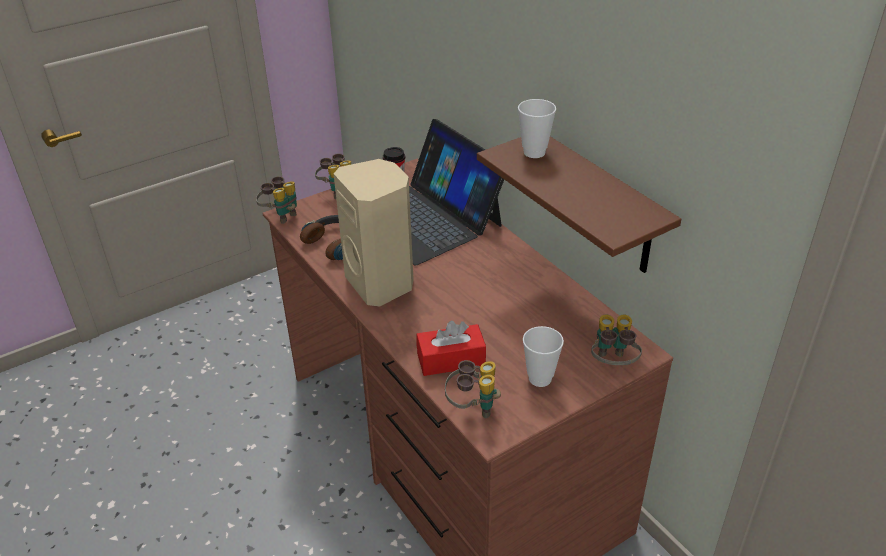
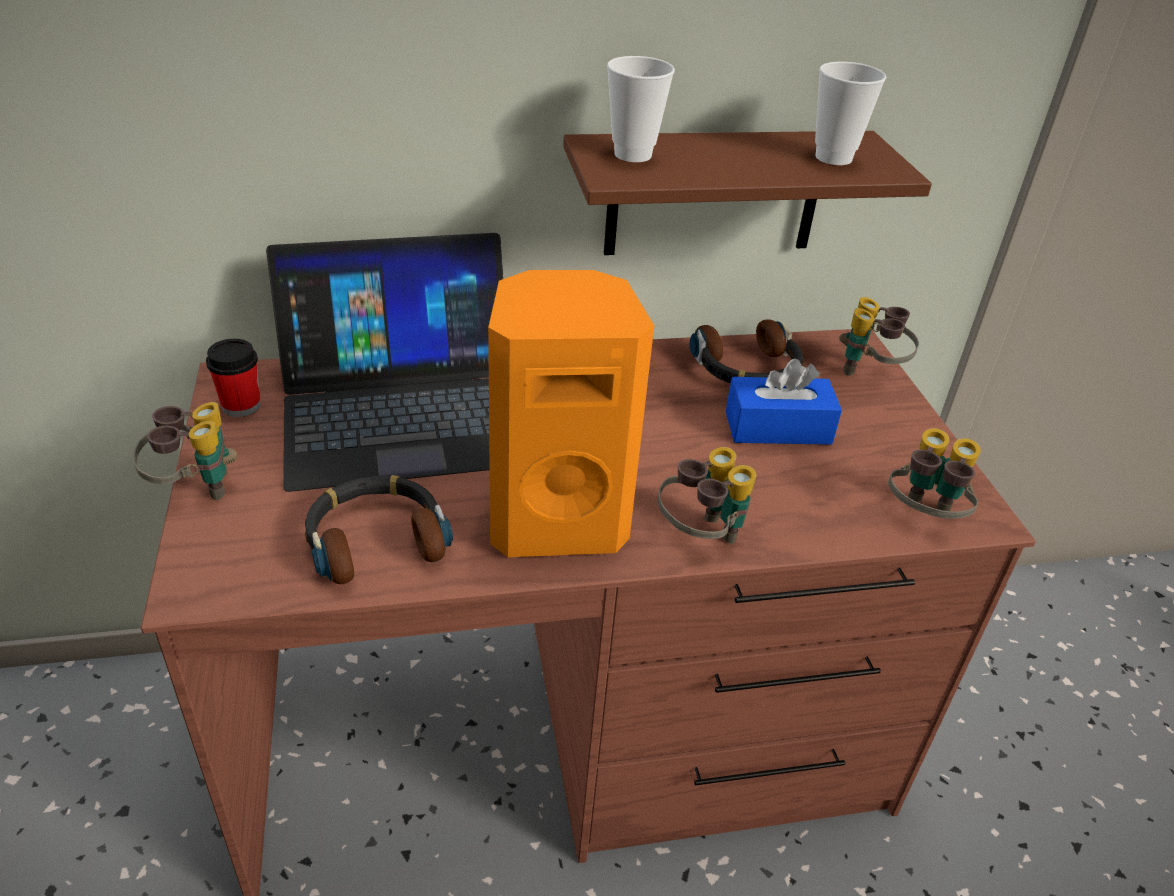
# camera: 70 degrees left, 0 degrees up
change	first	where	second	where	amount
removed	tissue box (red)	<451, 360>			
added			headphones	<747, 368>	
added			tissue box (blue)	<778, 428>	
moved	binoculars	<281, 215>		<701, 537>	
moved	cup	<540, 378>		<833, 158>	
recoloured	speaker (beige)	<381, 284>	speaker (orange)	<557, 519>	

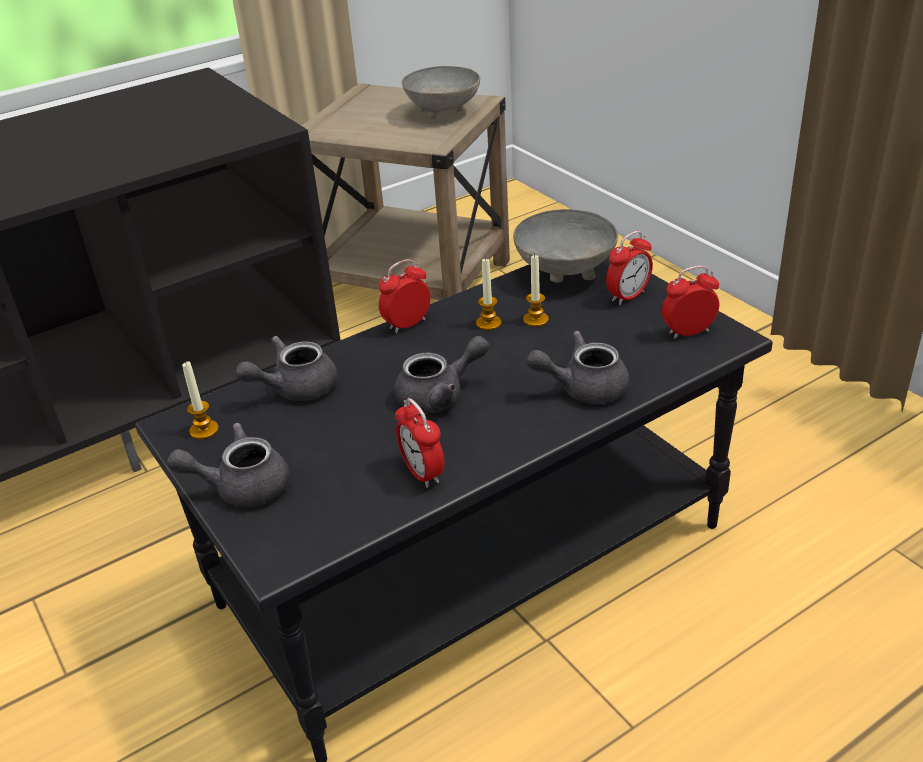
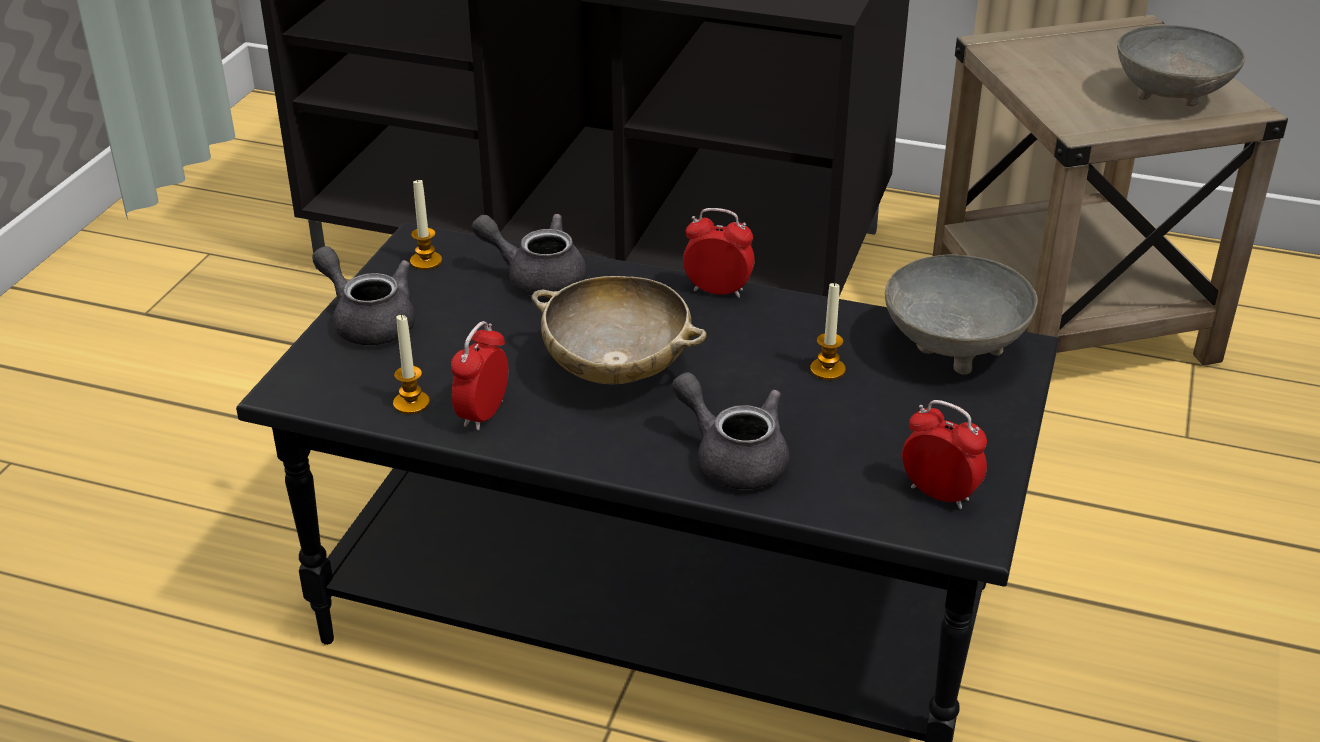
# camera: 50 degrees right, 0 degrees up
change	first	where	second	where	amount
removed	alarm clock	<628, 296>			
moved	candle	<488, 323>		<411, 403>	
replaced	teapot (grey)	<440, 395>	bowl (beige)	<617, 368>	

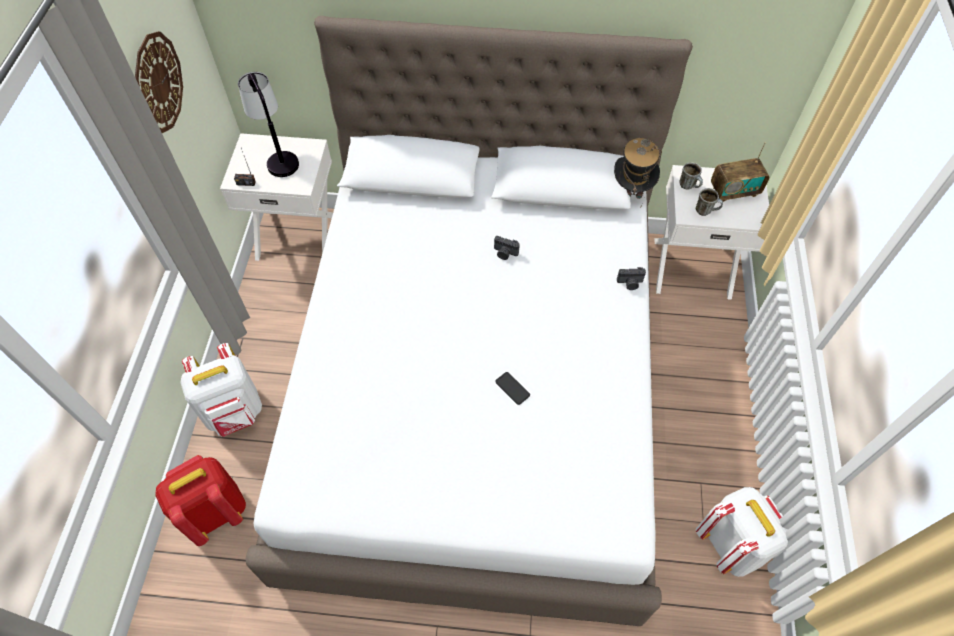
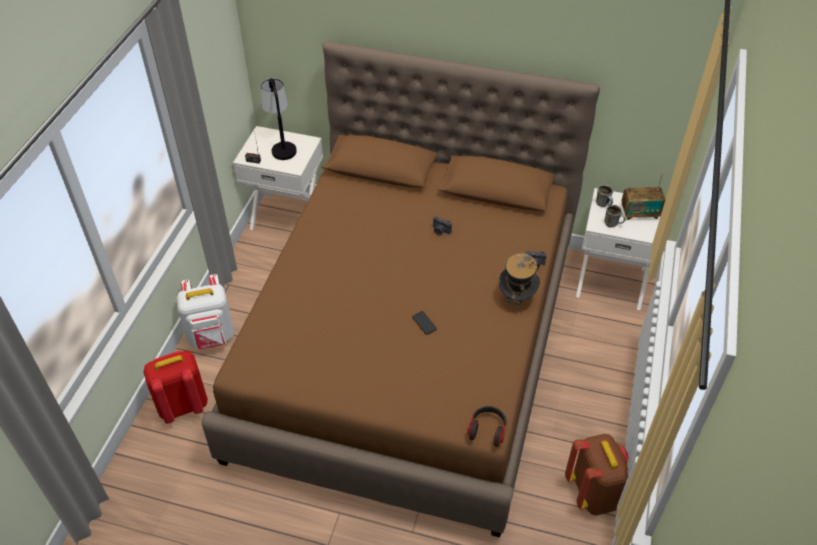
# camera: 10 degrees right, 10 degrees down
change	first	where	second	where	amount
removed	wall clock	<158, 82>			
added			headphones	<487, 430>	
moved	hat	<631, 190>		<516, 298>	
recoloured	bed (white)	<477, 389>	bed (brown)	<409, 347>	
recoloured	backpack (white)	<730, 544>	backpack (brown)	<595, 493>	

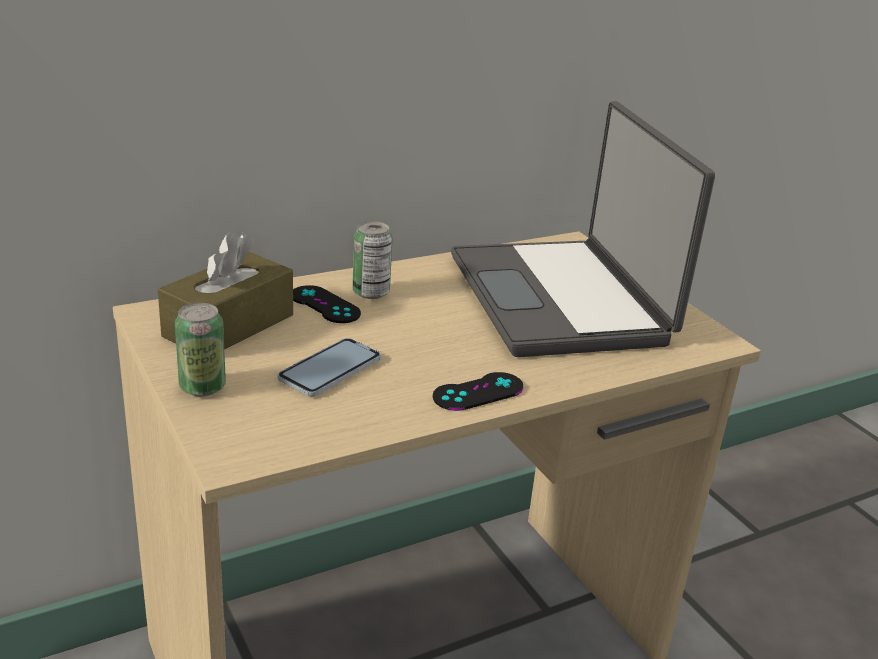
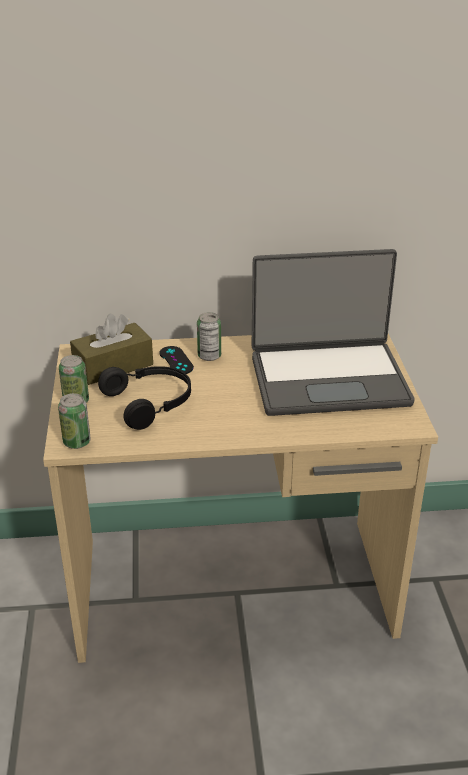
# camera: 25 degrees right, 5 degrees up
change	first	where	second	where	amount
removed	game controller (black)	<478, 392>			
added			can	<77, 442>	
replaced	phone	<330, 369>	headphones (black)	<150, 403>	
turned	laptop	<561, 299>		<328, 379>	105 degrees counterclockwise

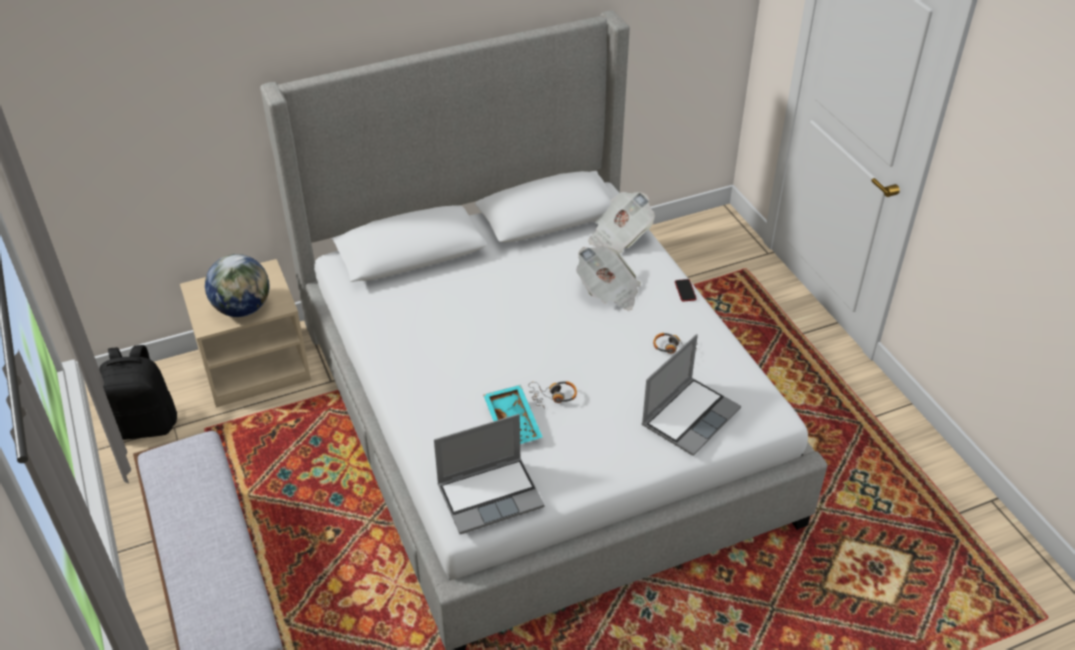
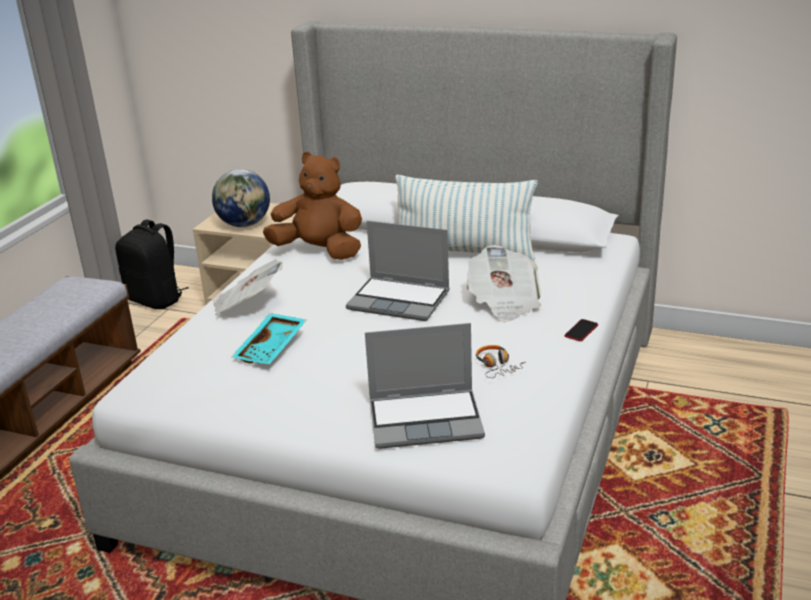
# camera: 45 degrees right, 15 degrees down
change	first	where	second	where	amount
removed	headphones	<553, 397>			
added			plush toy (brown)	<319, 251>	
added			pillow	<464, 253>	
moved	laptop	<491, 495>		<400, 300>	
moved	newspaper	<619, 236>		<247, 305>	

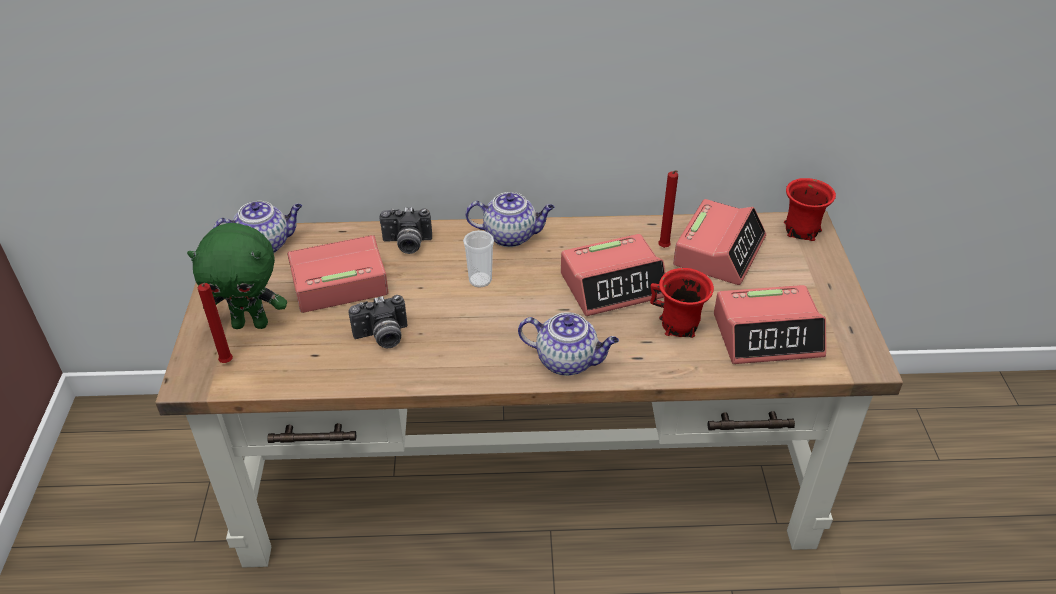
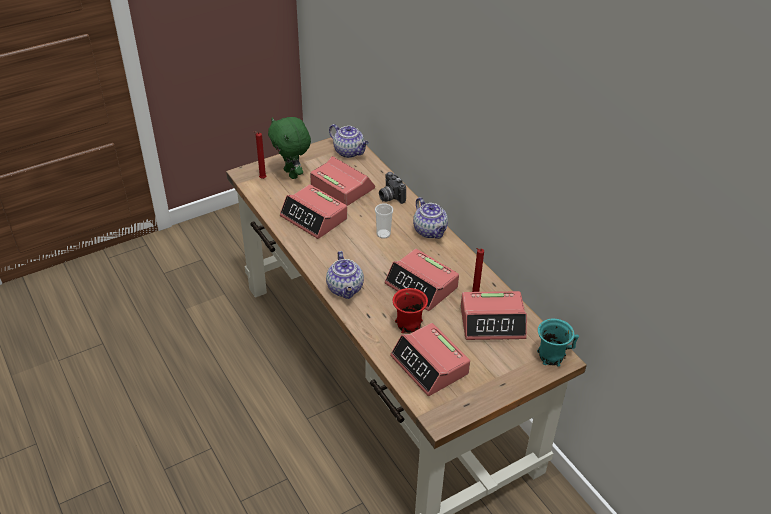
# camera: 60 degrees right, 0 degrees up
change	first	where	second	where	amount
replaced	photo camera	<382, 337>	alarm clock	<314, 218>	
recoloured	mug (red)	<800, 230>	mug (turquoise)	<551, 356>	

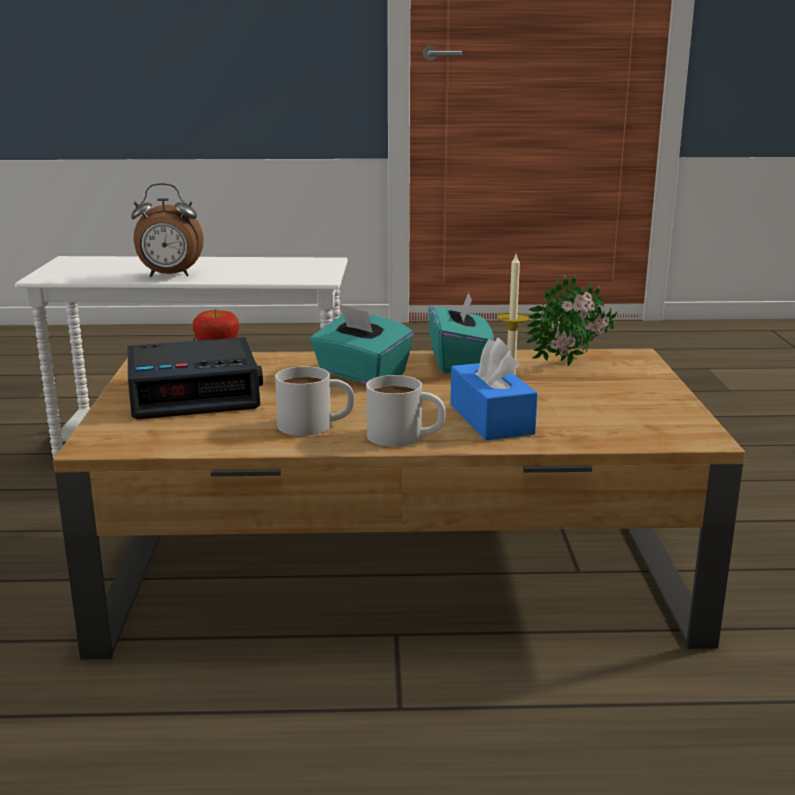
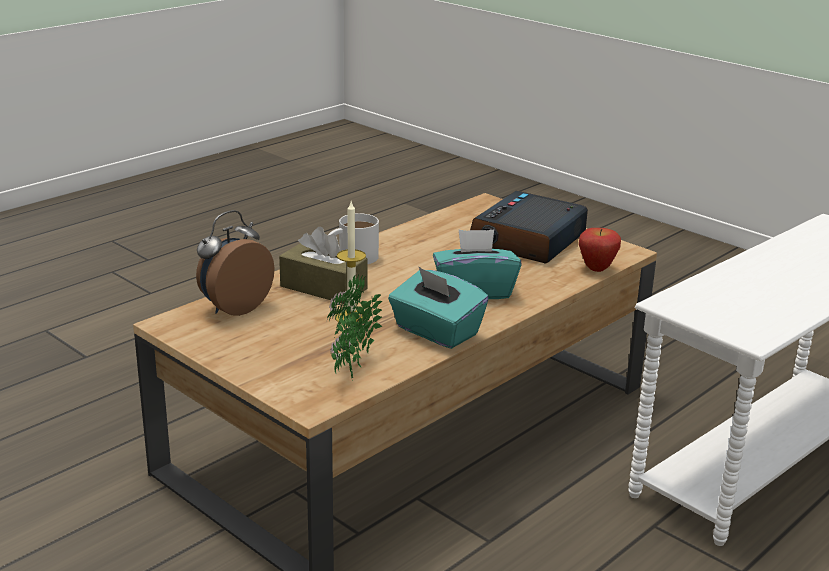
# camera: 135 degrees right, 5 degrees up
change	first	where	second	where	amount
removed	mug (white)	<316, 425>			
moved	alarm clock	<169, 276>		<234, 307>	
recoloured	tissue box (blue)	<491, 419>	tissue box (brown)	<323, 287>	

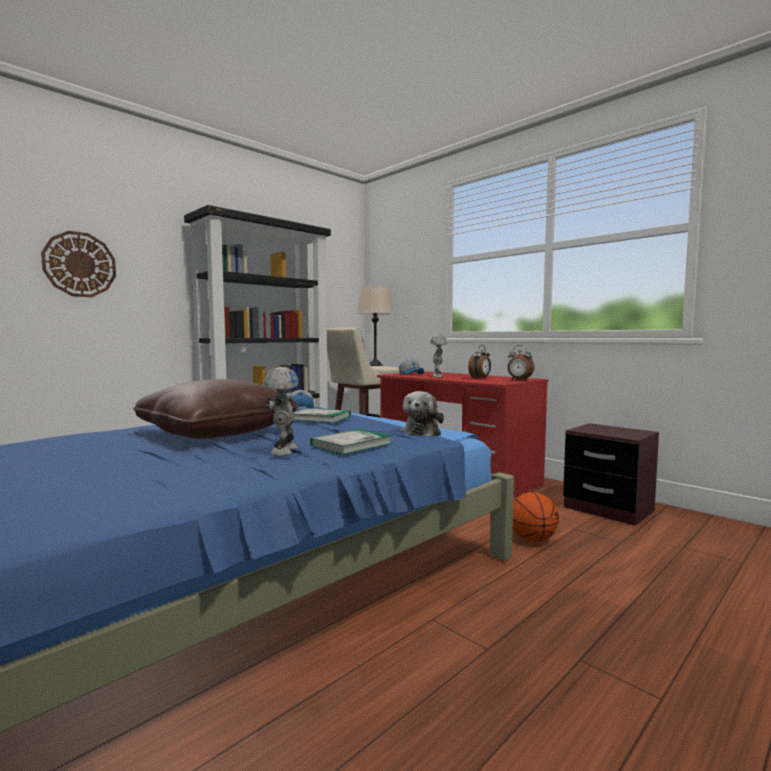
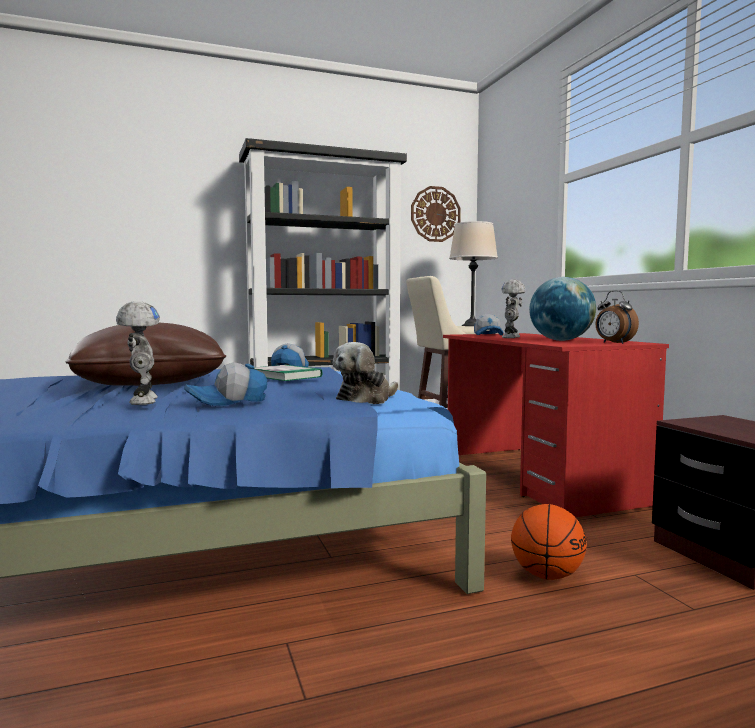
# camera: 25 degrees right, 0 degrees up
change	first	where	second	where	amount
moved	wall clock	<80, 264>		<435, 214>	
replaced	book	<351, 445>	cap	<228, 402>	
replaced	alarm clock	<480, 378>	globe	<561, 340>	
turned	toy robot	<282, 451>		<141, 401>	45 degrees counterclockwise

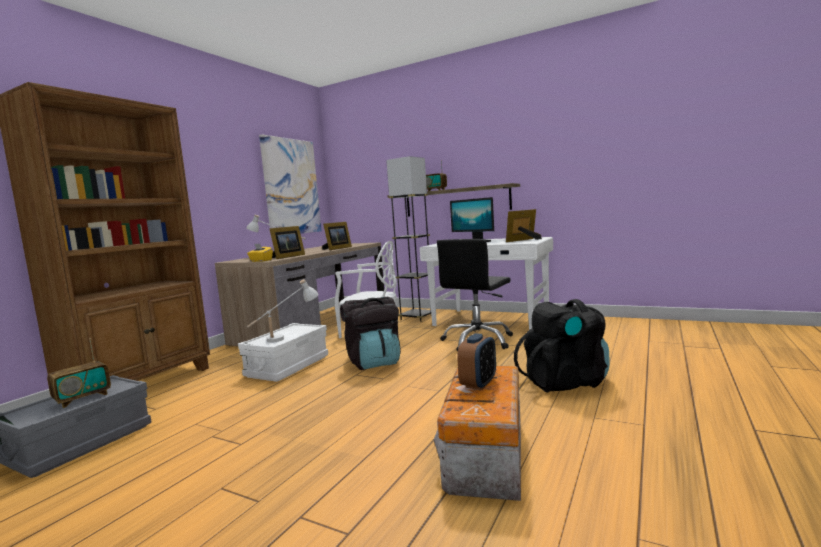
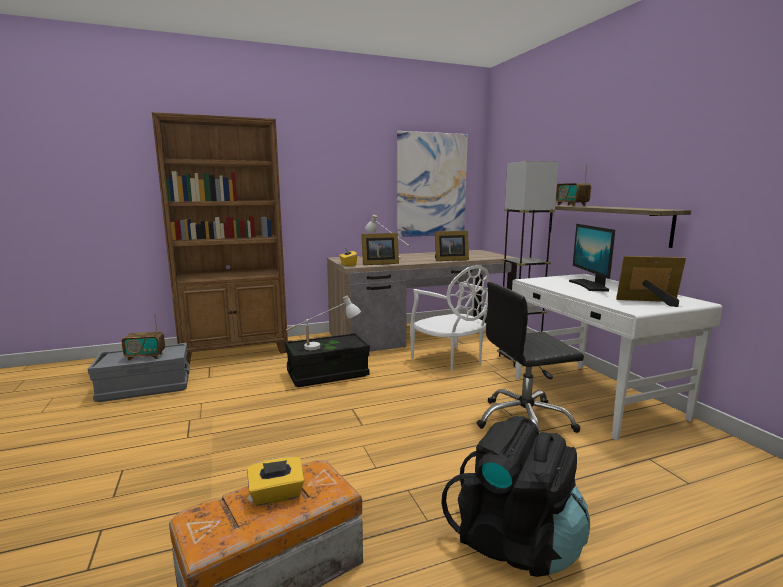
# camera: 40 degrees right, 5 degrees up
change	first	where	second	where	amount
removed	backpack (black)	<374, 362>			
replaced	alarm clock	<478, 384>	tissue box (yellow)	<277, 495>	
recoloured	storage box (white)	<288, 366>	storage box (black)	<327, 374>	

